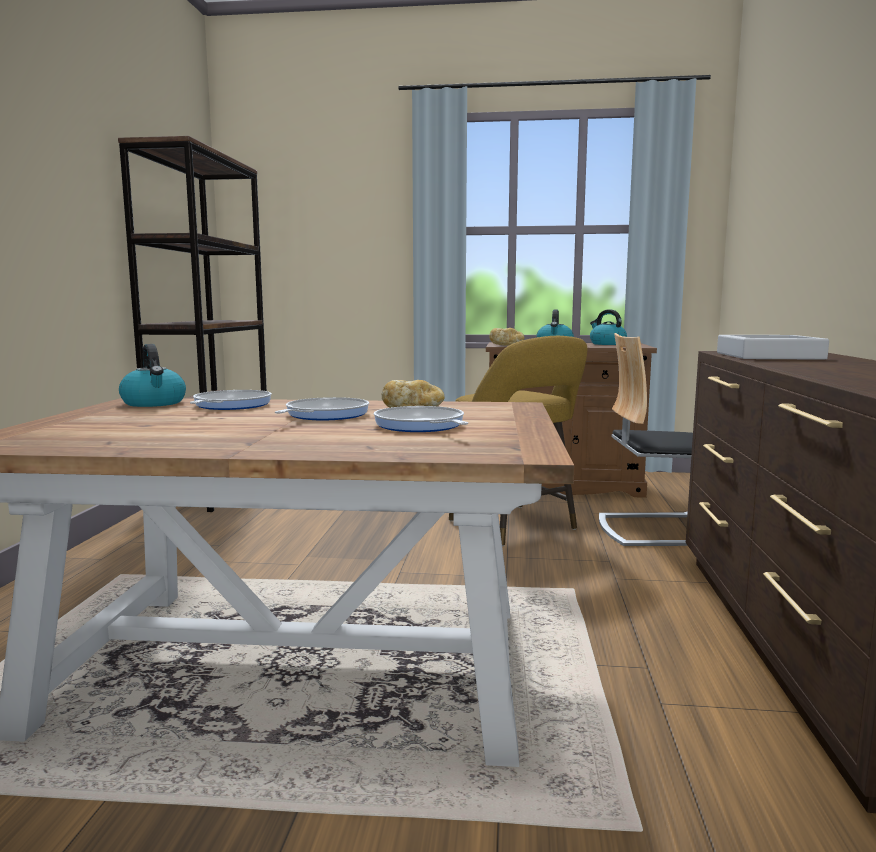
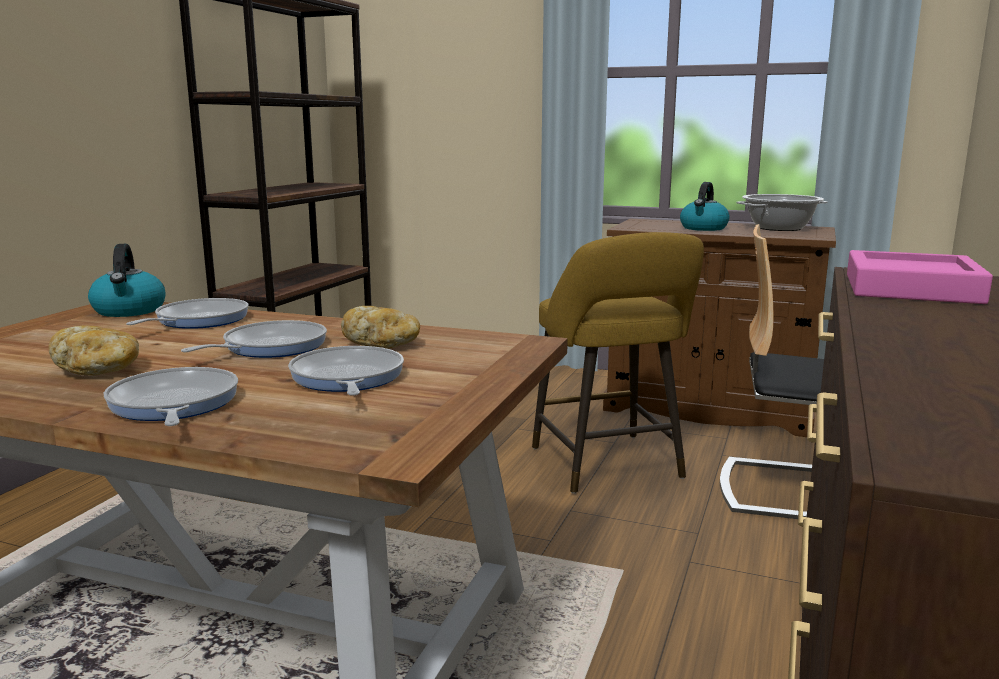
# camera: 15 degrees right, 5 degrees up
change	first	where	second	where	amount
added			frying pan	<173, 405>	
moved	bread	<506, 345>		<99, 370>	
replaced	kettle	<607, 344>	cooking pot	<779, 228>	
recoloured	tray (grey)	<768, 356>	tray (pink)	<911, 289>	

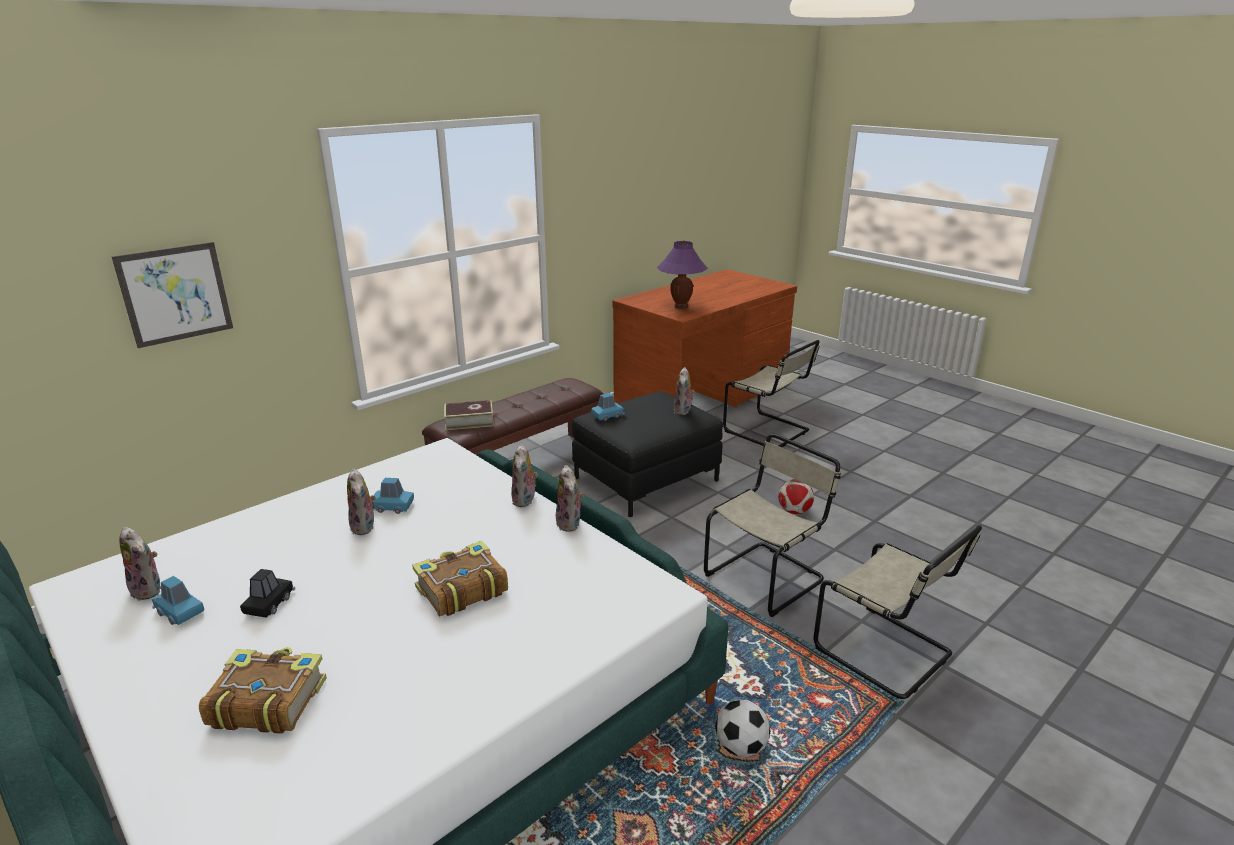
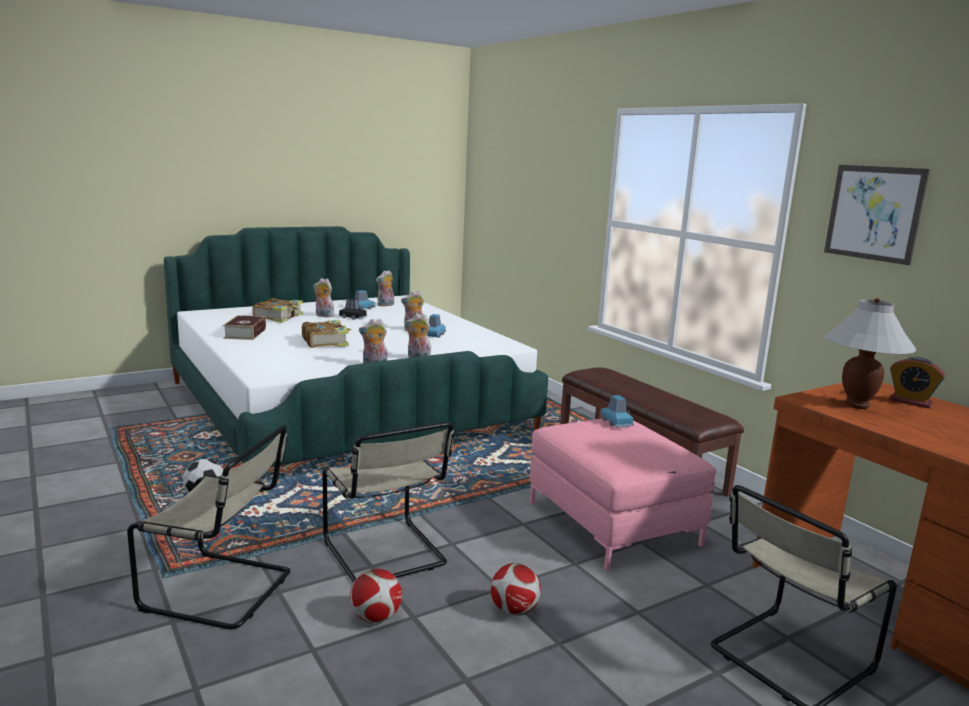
# camera: 100 degrees right, 10 degrees down
change	first	where	second	where	amount
added			football	<375, 618>	
added			alarm clock	<910, 402>	
moved	picture	<175, 294>		<874, 213>	
moved	book	<469, 421>		<245, 333>	
moved	plush toy	<683, 411>		<323, 316>	
recoloured	ottoman (black)	<646, 479>	ottoman (pink)	<613, 523>	
recoloured	table lamp (purple)	<681, 307>	table lamp (white)	<857, 405>	
turned	chair (beige)	<887, 653>		<223, 591>	135 degrees counterclockwise

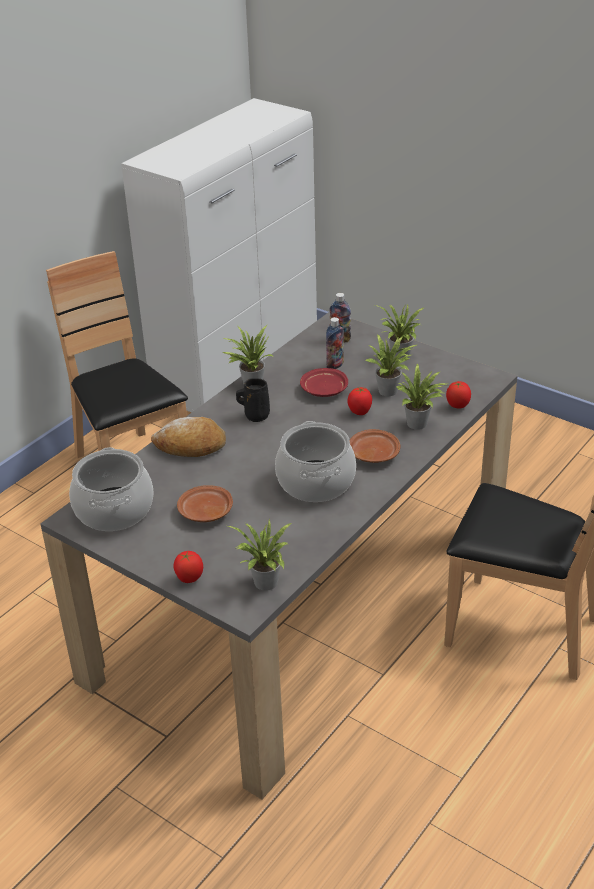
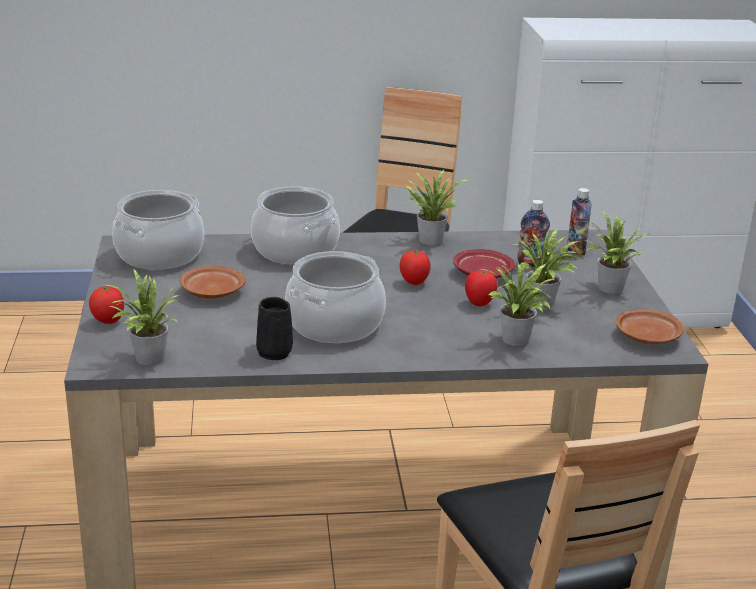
# camera: 45 degrees right, 10 degrees down
change	first	where	second	where	amount
moved	mug (black)	<255, 415>		<273, 351>	
moved	plate (brown)	<373, 453>		<647, 336>	
moved	tomato	<457, 406>		<414, 283>	
replaced	bread	<190, 446>	cooking pot	<294, 250>	

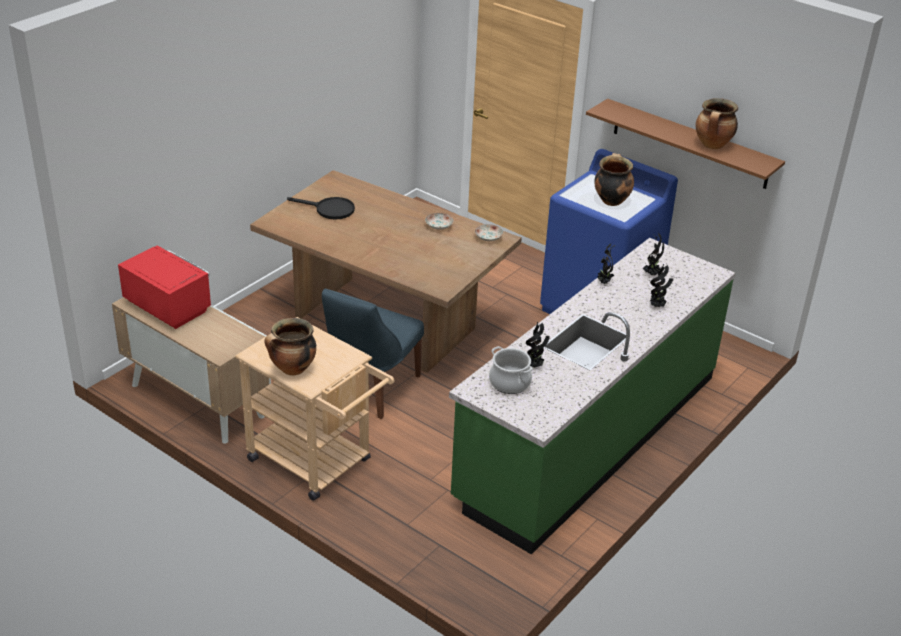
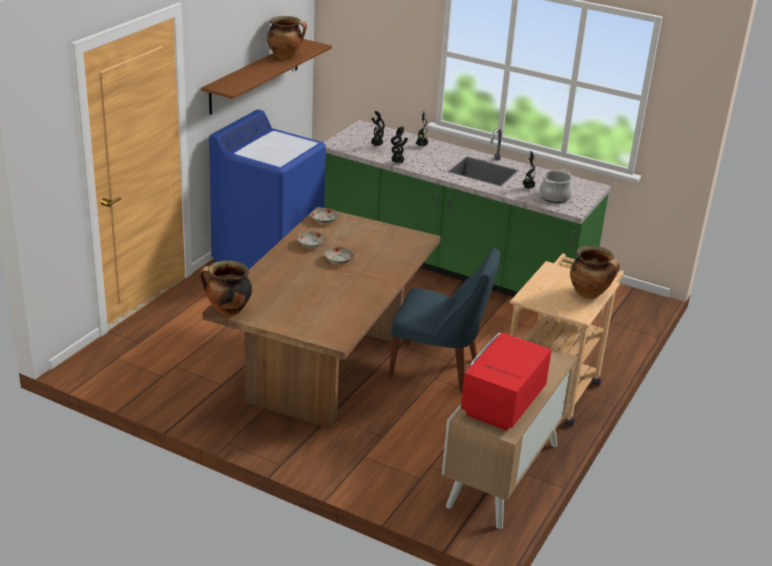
# camera: 100 degrees left, 5 degrees down
change	first	where	second	where	amount
removed	frying pan (black)	<329, 210>			
added			plate	<339, 260>	
moved	cooking pot	<611, 200>		<227, 310>	

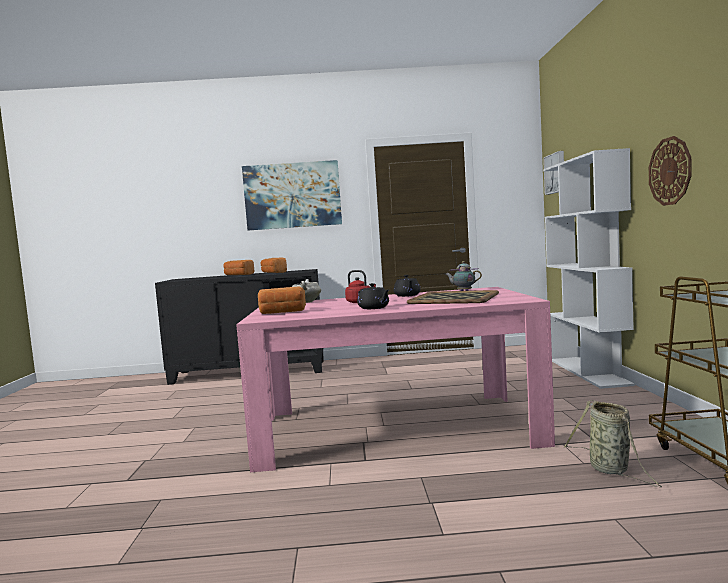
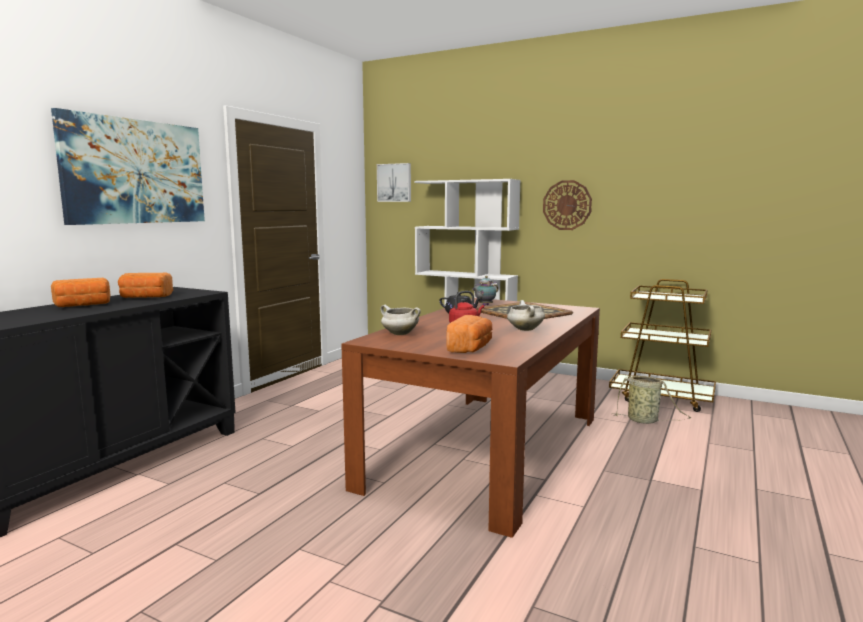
# camera: 60 degrees left, 5 degrees up
change	first	where	second	where	amount
replaced	teapot (black)	<374, 308>	cooking pot (white)	<524, 329>	
recoloured	dining table (pink)	<395, 428>	dining table (brown)	<487, 450>	

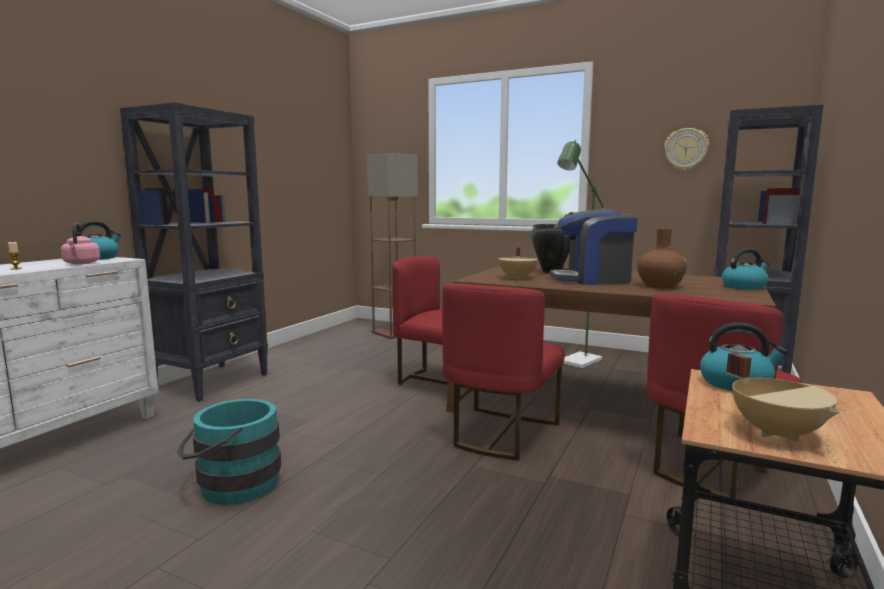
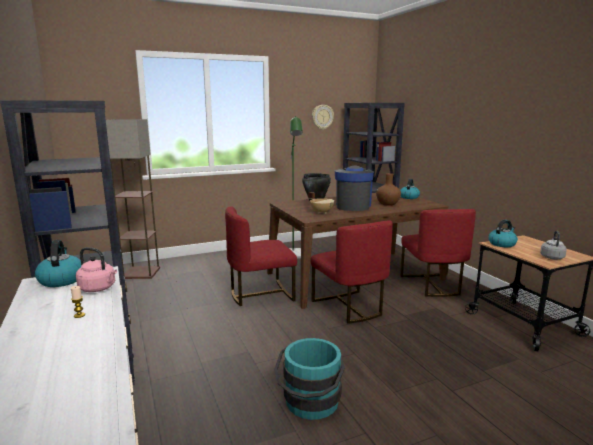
# camera: 50 degrees left, 5 degrees up
change	first	where	second	where	amount
replaced	cooking pot (beige)	<777, 433>	kettle (grey)	<551, 257>	
turned	coffee machine	<592, 280>		<353, 206>	150 degrees clockwise

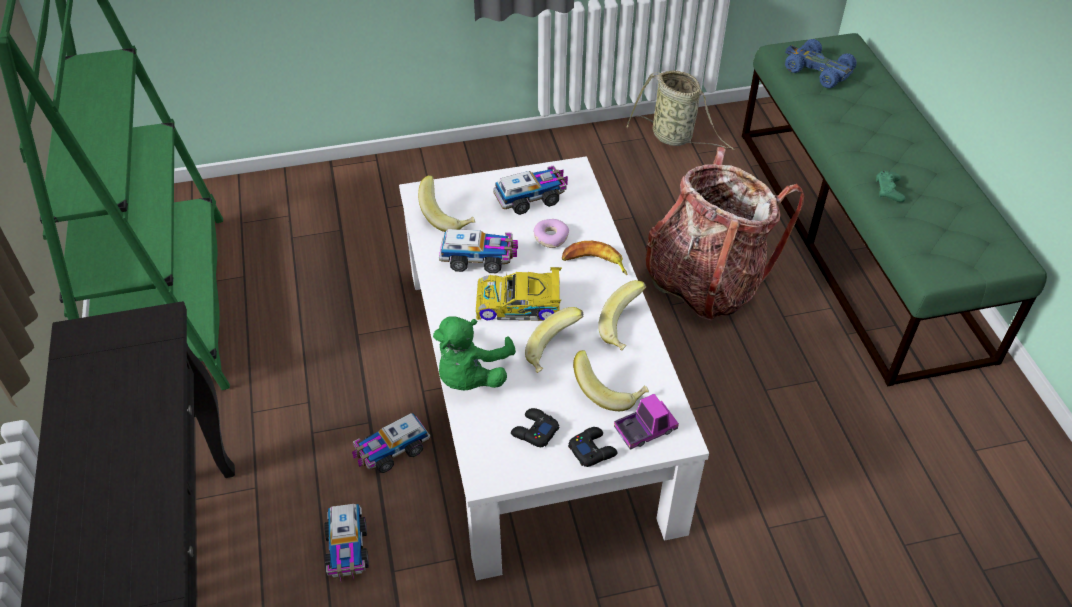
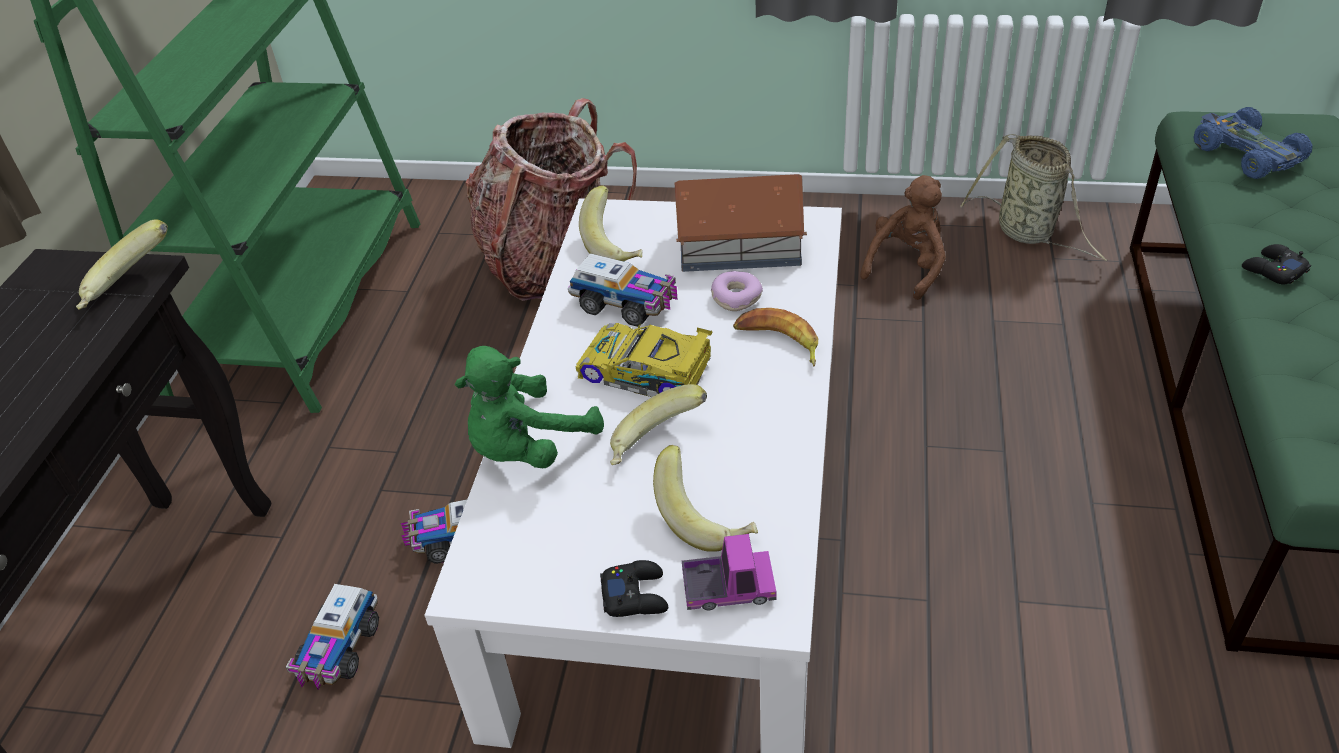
# camera: 25 degrees right, 5 degrees down
change	first	where	second	where	amount
removed	game controller (green)	<889, 190>			
added			plush toy (brown)	<907, 267>	
moved	game controller (black)	<534, 431>		<1273, 270>	
moved	banana	<625, 329>		<131, 289>	
moved	backpack	<705, 281>		<552, 263>	
replaced	toy truck	<532, 198>	toy house	<738, 245>	

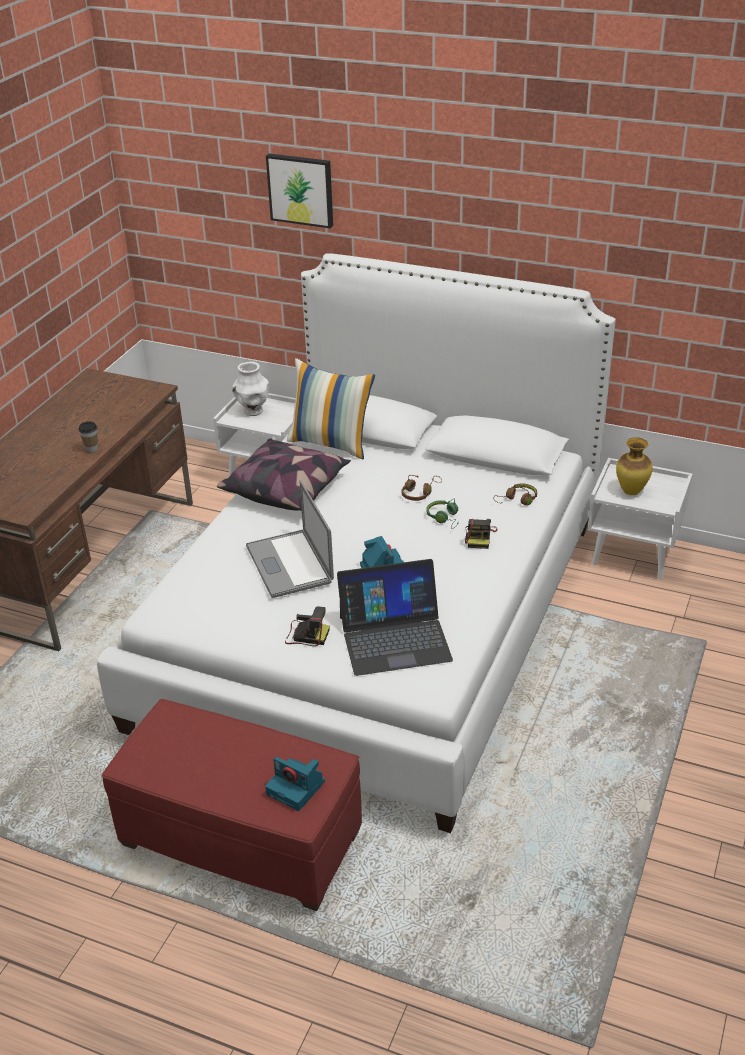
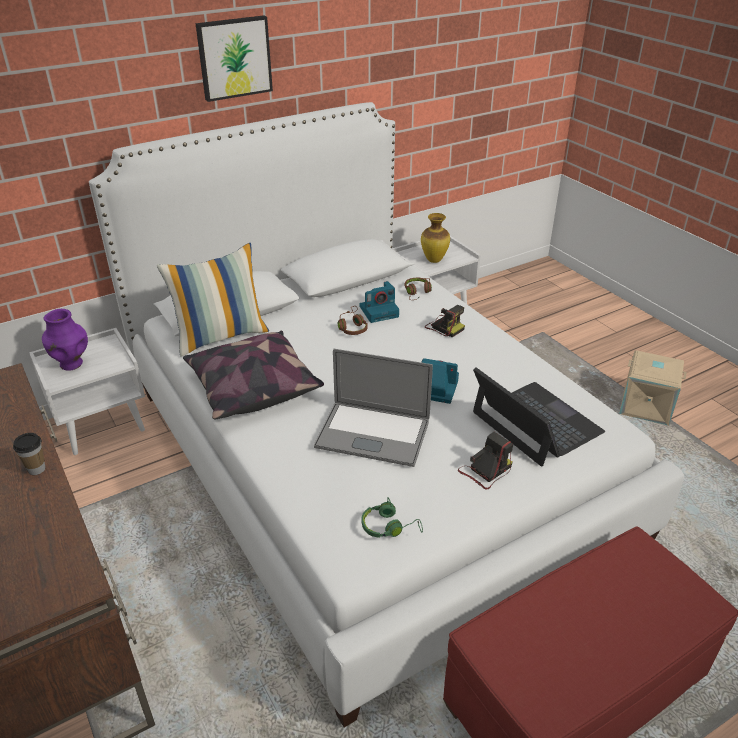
# camera: 55 degrees left, 0 degrees up
change	first	where	second	where	amount
added			storage box (beige)	<646, 406>	
moved	photo camera	<297, 788>		<379, 311>	
moved	picture	<301, 189>		<234, 57>	
moved	headphones (green)	<444, 518>		<389, 526>	
recoloured	vase (white)	<253, 411>	vase (purple)	<71, 364>	
turned	laptop	<394, 637>		<535, 423>	60 degrees counterclockwise

